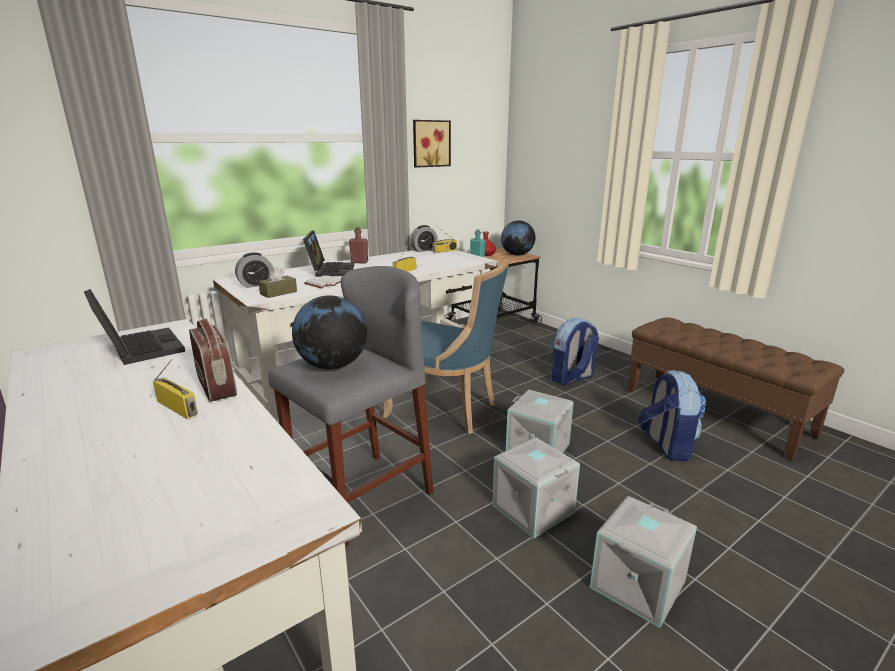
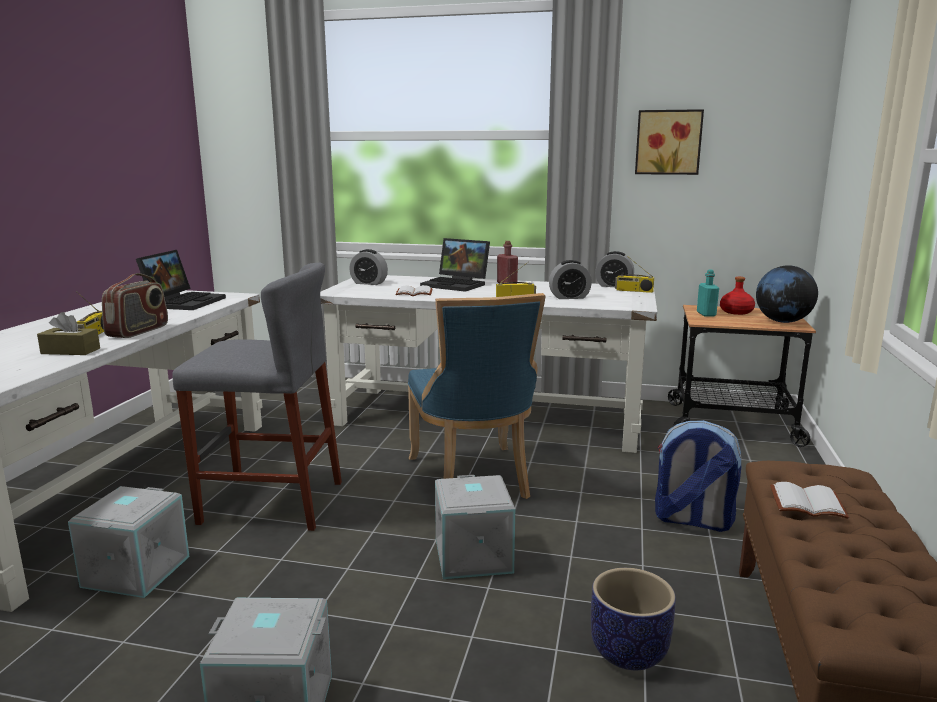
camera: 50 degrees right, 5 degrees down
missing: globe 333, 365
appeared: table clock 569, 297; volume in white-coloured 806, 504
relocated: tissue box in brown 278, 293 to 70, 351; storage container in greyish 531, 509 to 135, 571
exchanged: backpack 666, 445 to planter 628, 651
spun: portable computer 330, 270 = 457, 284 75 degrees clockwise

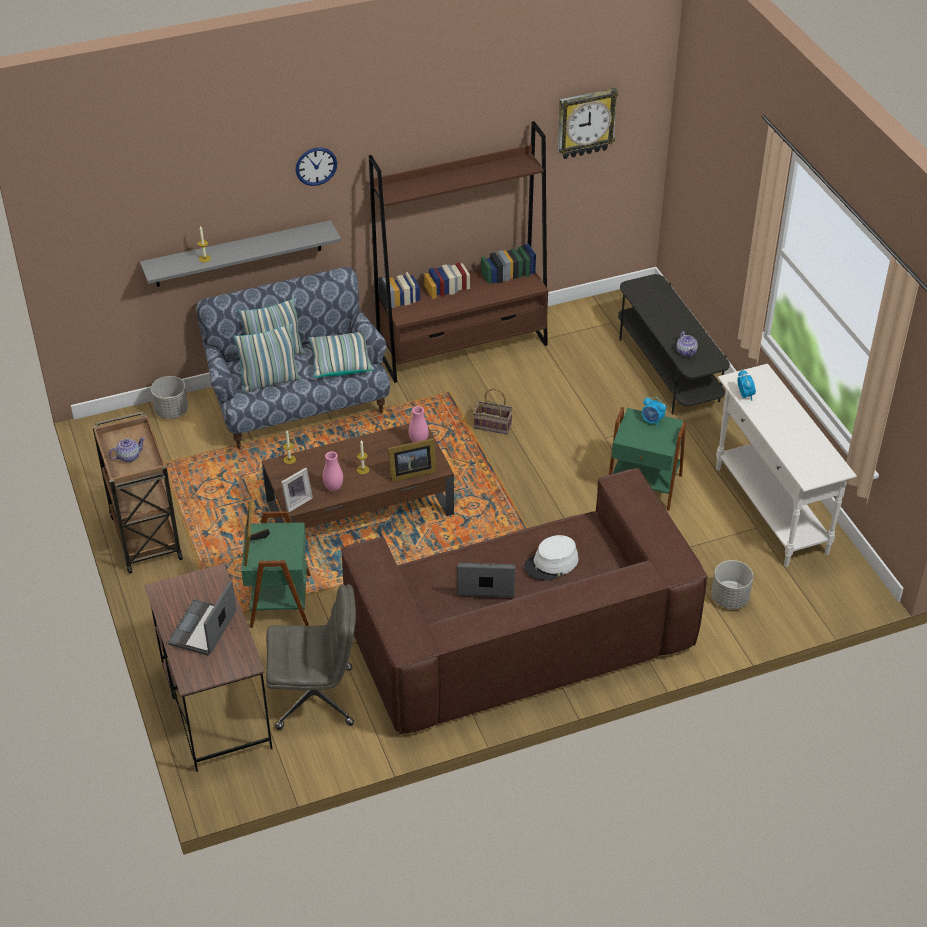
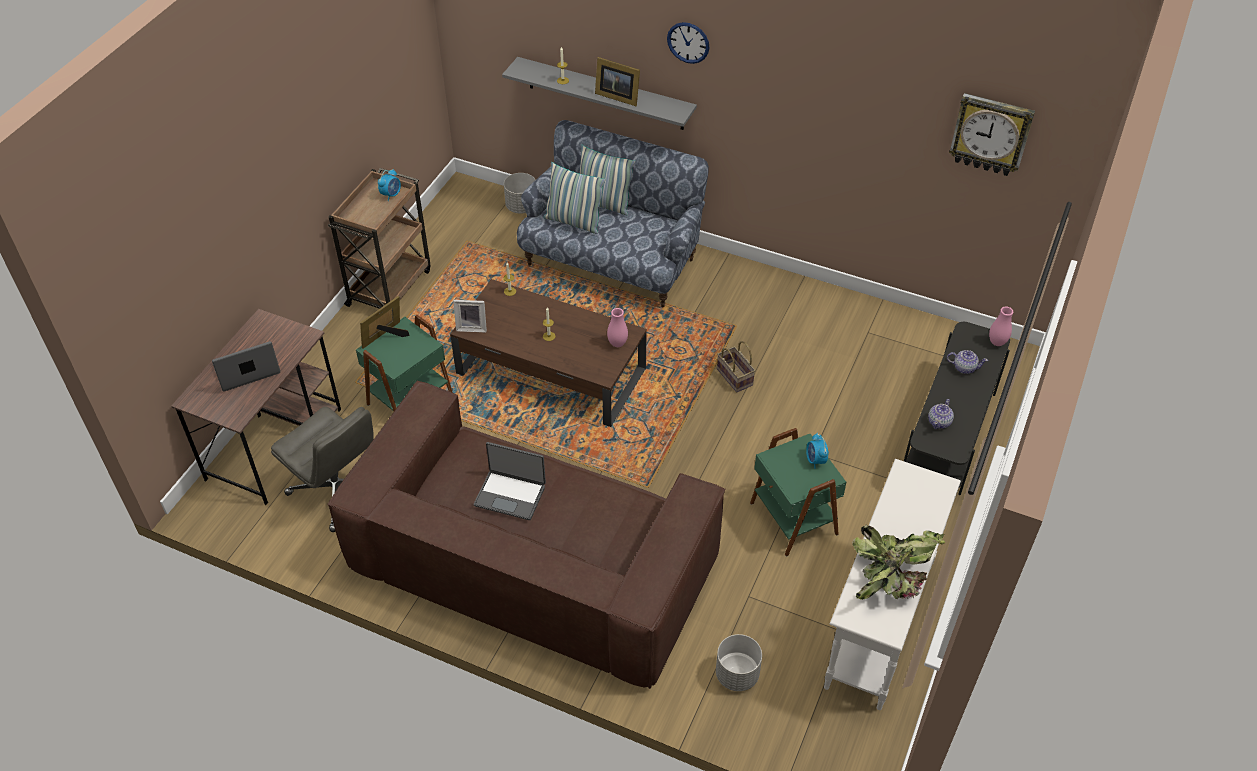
camera: 45 degrees right, 5 degrees up
missing: cushion 340, 363; shelving unit in brown 463, 348; wearable hat in white-coloured 551, 563
appeared: plant in a pot 890, 579
relocated: teapot 128, 457 to 964, 367; decorative vase in pink 333, 488 to 997, 342; picture frame 410, 473 to 617, 96; table clock 745, 395 to 391, 194
spun: portable computer 486, 583 = 510, 495 150 degrees clockwise

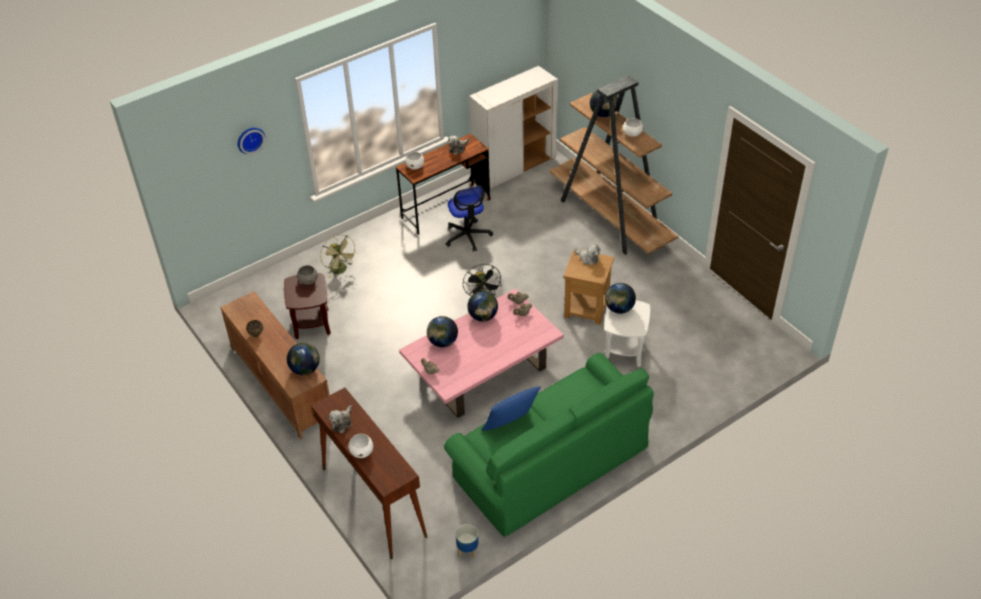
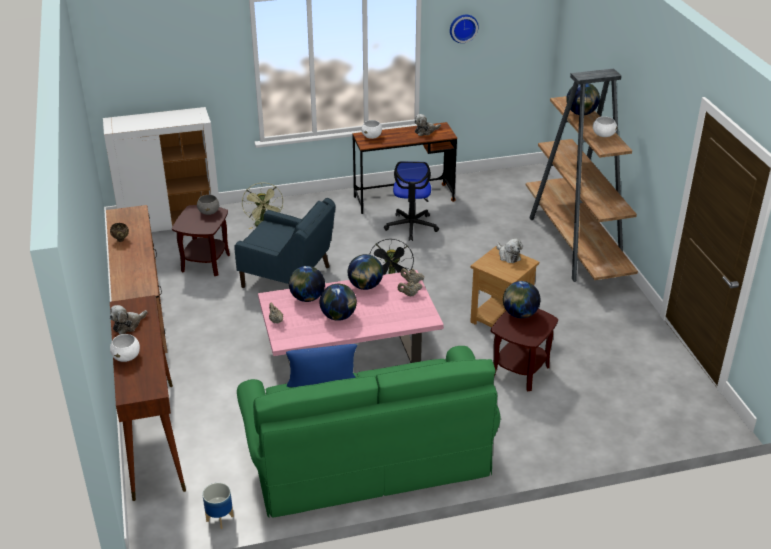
camera: 20 degrees right, 10 degrees down
appeared: lounge chair in blue 288, 278
relocated: hanging clock 250, 139 to 463, 27; globe 305, 369 to 338, 316; storage cabinet in white-coloured 514, 167 to 171, 222
colour: accent table in white-coloured 624, 350 to accent table in brown 519, 371

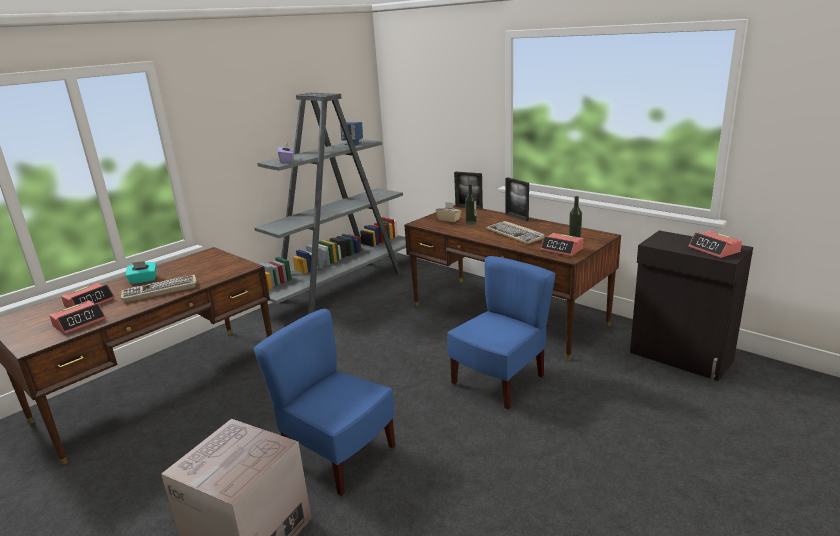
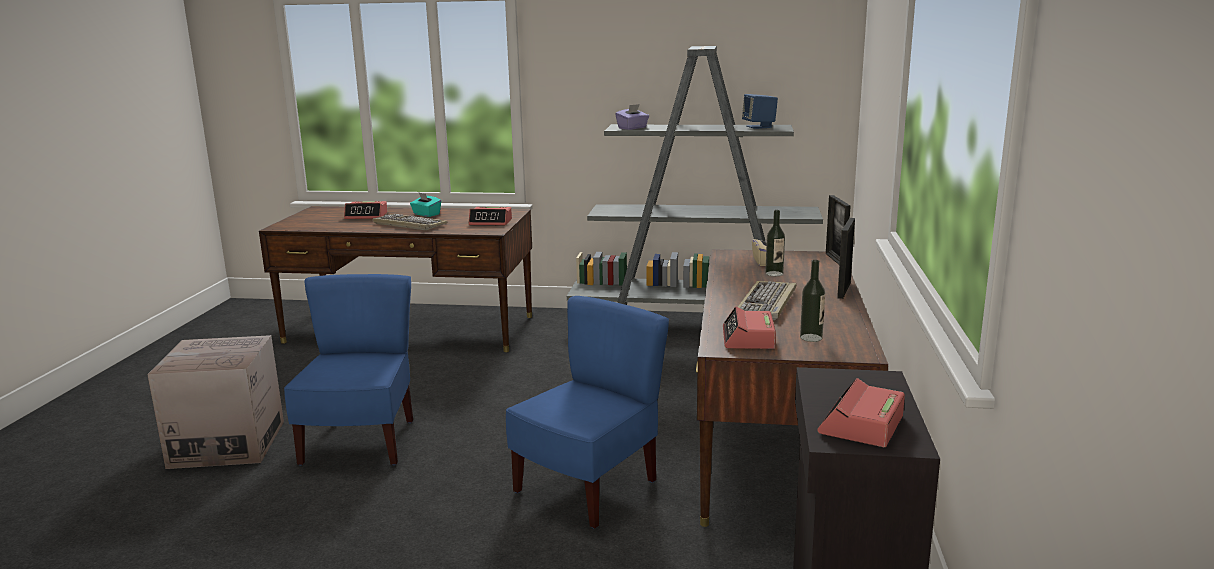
camera: 55 degrees right, 5 degrees down
relocated: table clock 79, 322 to 491, 222
spun: plain chair in blue 499, 380 = 588, 487 60 degrees counterclockwise

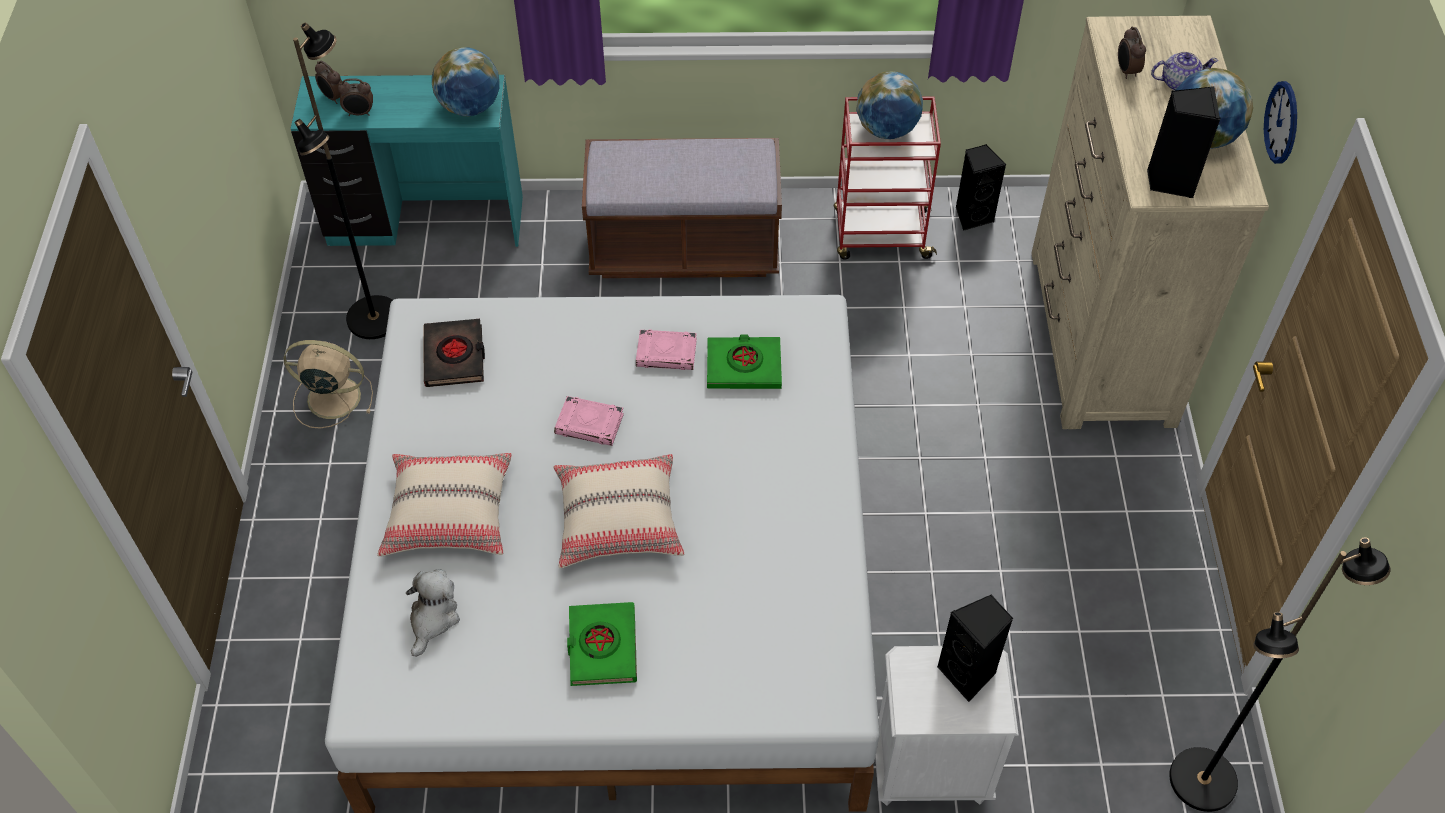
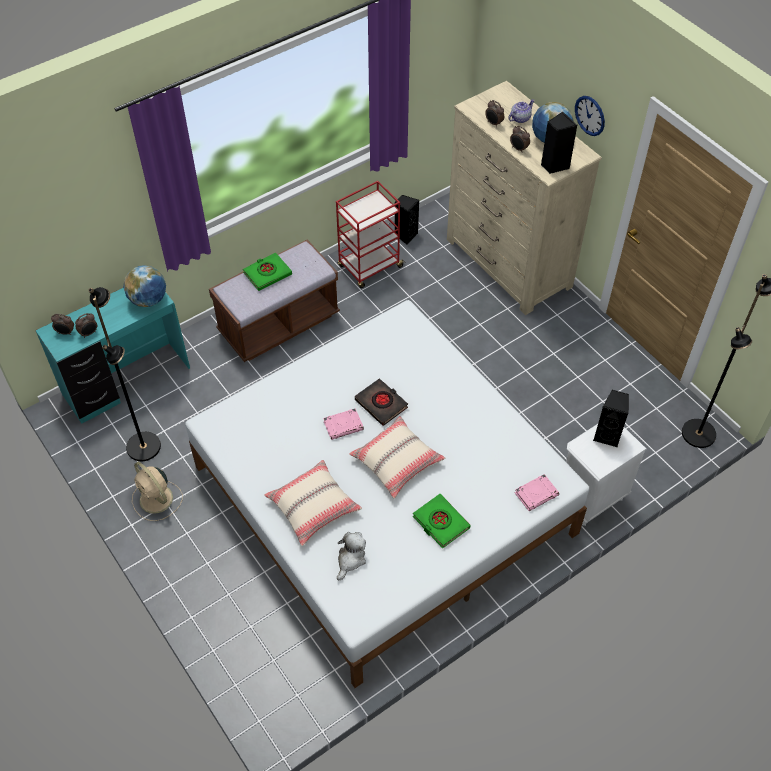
camera: 35 degrees left, 0 degrees up
missing: globe 887, 130
appeared: table clock 518, 149
relocated: volume in black-coloured 455, 357 to 381, 404; volume in pink 667, 353 to 536, 494; volume in green 744, 367 to 267, 274
spun: cooling fan in sand-coloured 331, 397 = 157, 500 105 degrees counterclockwise; plush toy 433, 618 = 350, 559 45 degrees clockwise

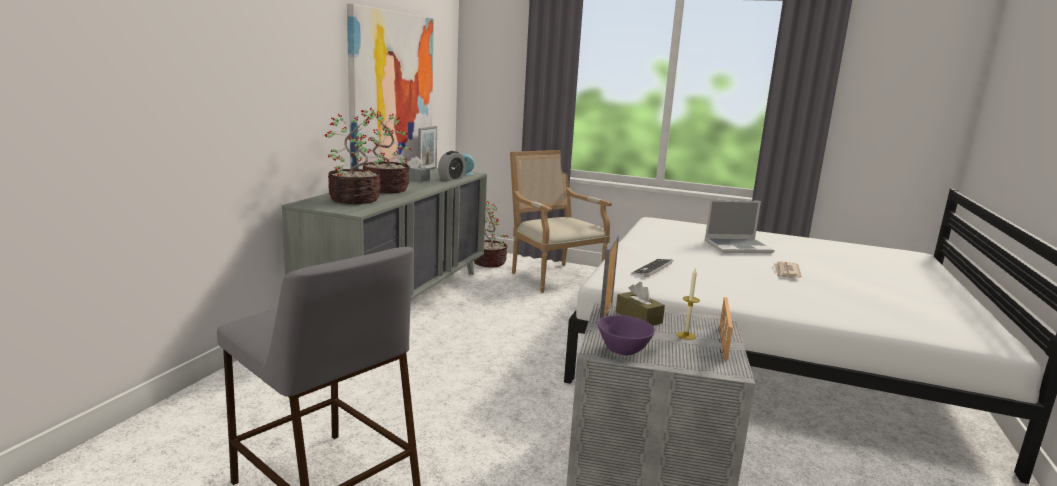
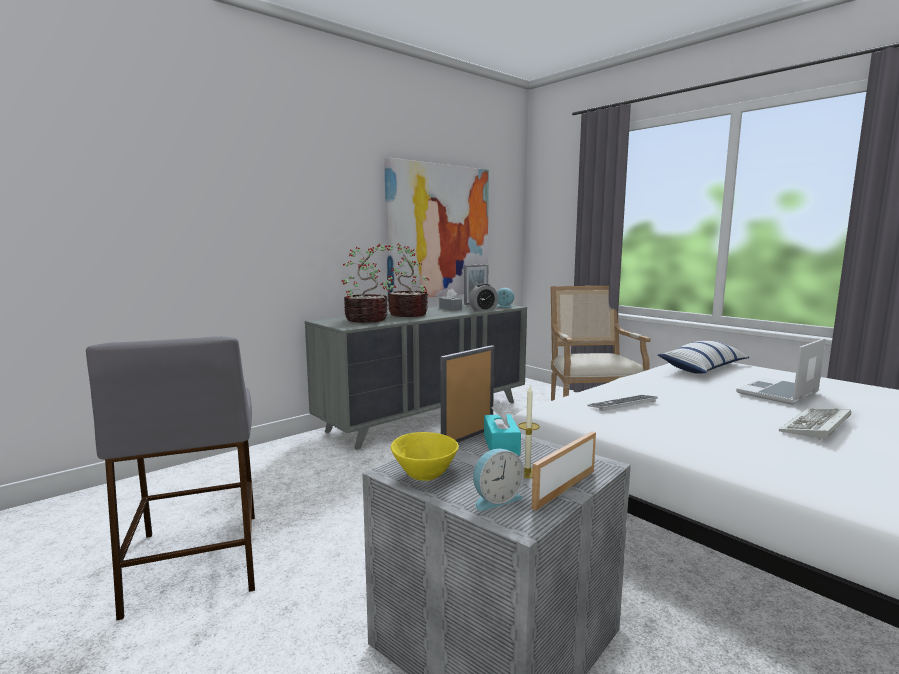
camera: 30 degrees right, 5 degrees down
missing: plant in a pot 488, 262
appeared: table clock 495, 499; cushion 703, 368
exchanged: daily paper 786, 272 to keyboard 816, 427
colour: bowl in purple-coloured 623, 351 to bowl in yellowish 423, 475; tissue box in brown 638, 317 to tissue box in blue-green 501, 445
spun: portable computer 738, 247 = 778, 393 120 degrees clockwise

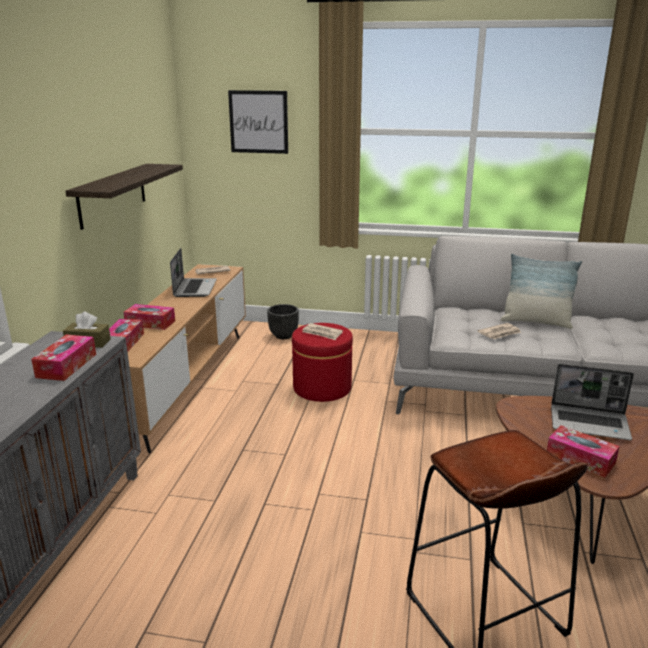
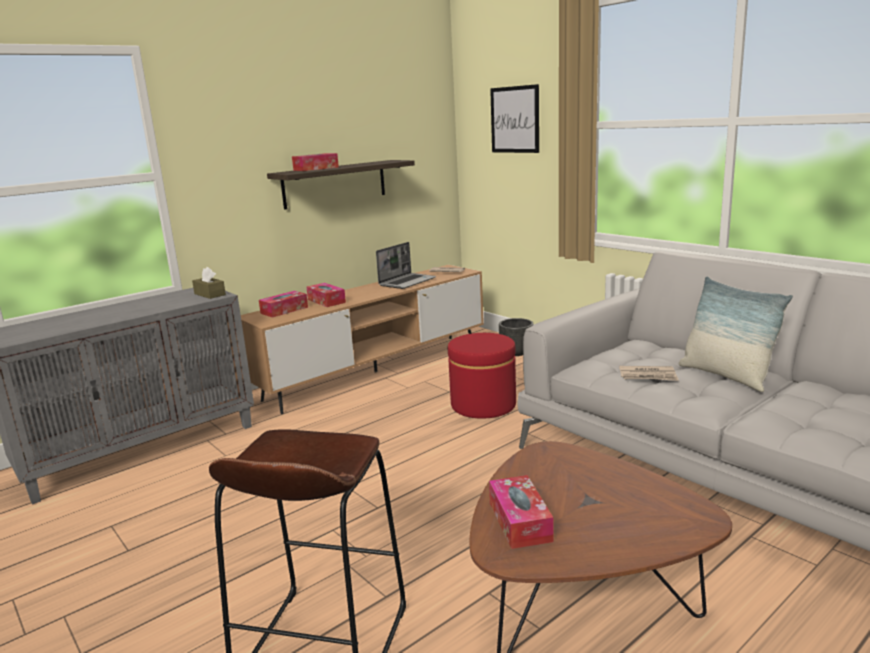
camera: 40 degrees right, 5 degrees down
missing: daily paper 322, 333; portable computer 590, 423
relocated: tissue box 66, 365 to 316, 169

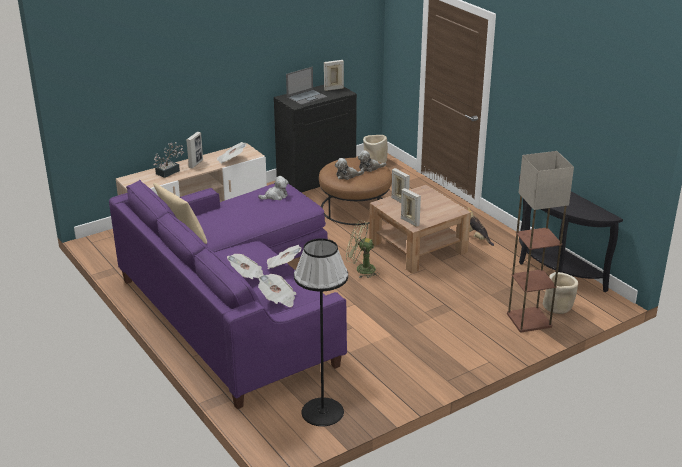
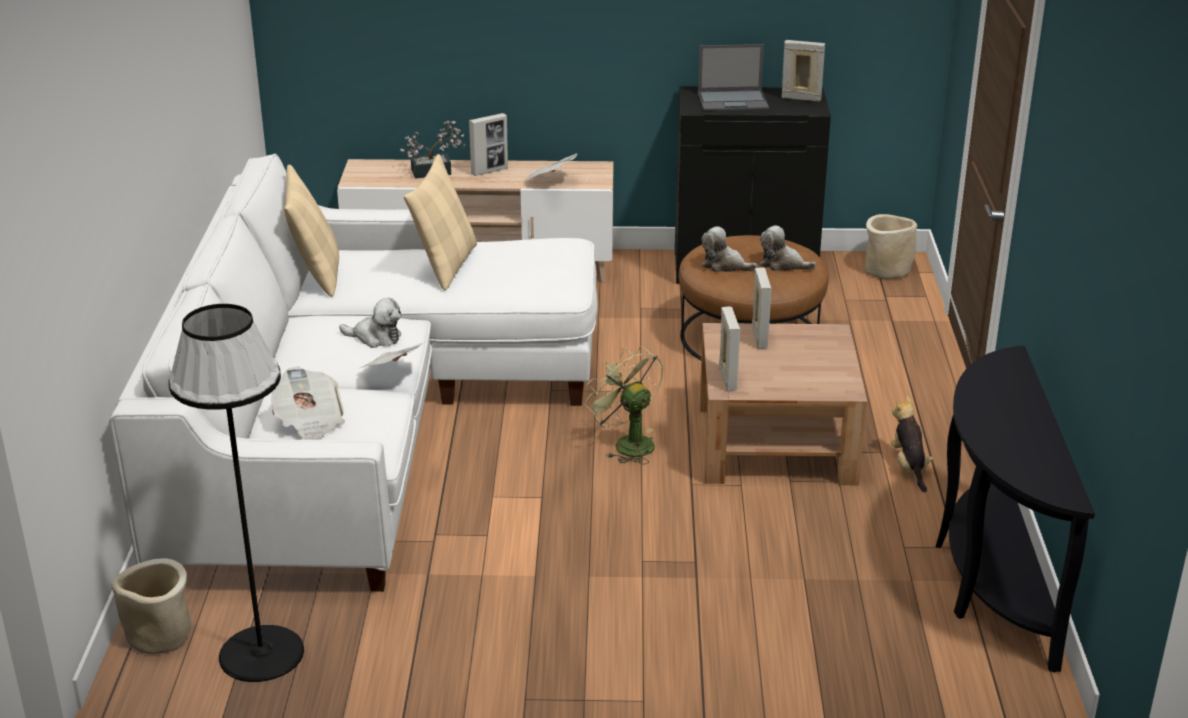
camera: 35 degrees right, 0 degrees up
missing: daily paper 247, 276; standing lamp 529, 319
appeared: cushion in sand-coloured 445, 265
relocated: plush toy 275, 196 to 375, 337; planter in sand-coloured 557, 307 to 159, 636
colour: couch in purple-coloured 238, 305 to couch in white-coloured 362, 427

